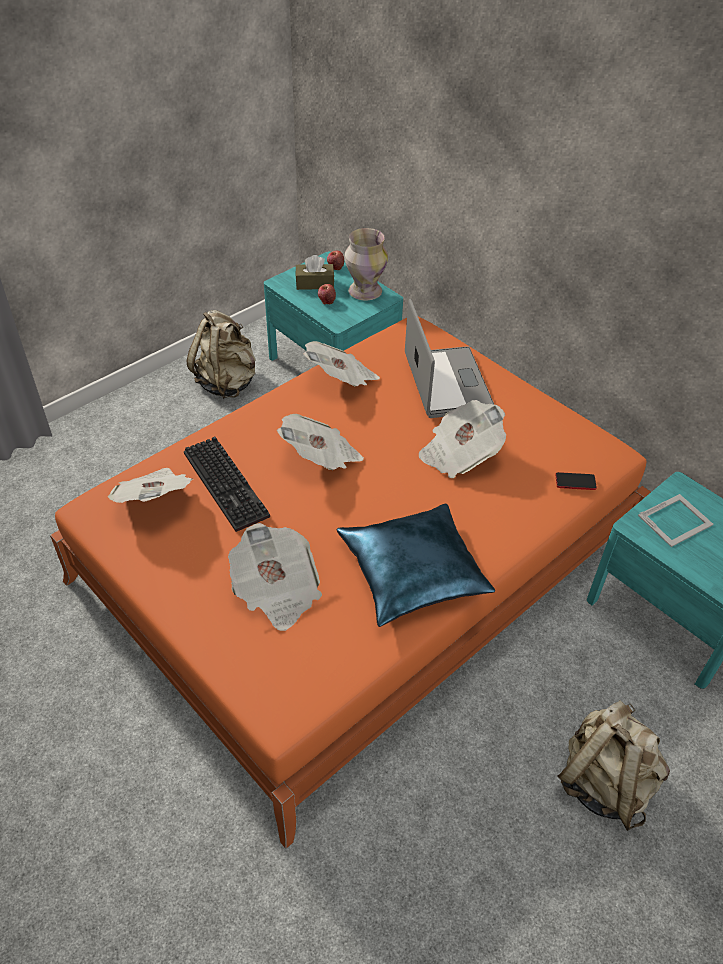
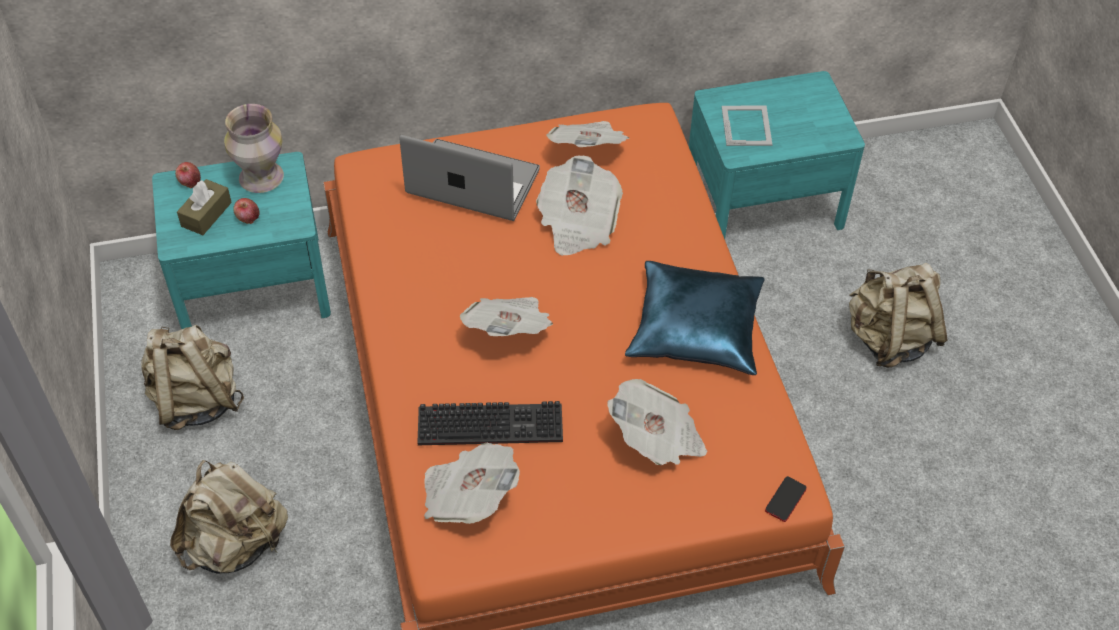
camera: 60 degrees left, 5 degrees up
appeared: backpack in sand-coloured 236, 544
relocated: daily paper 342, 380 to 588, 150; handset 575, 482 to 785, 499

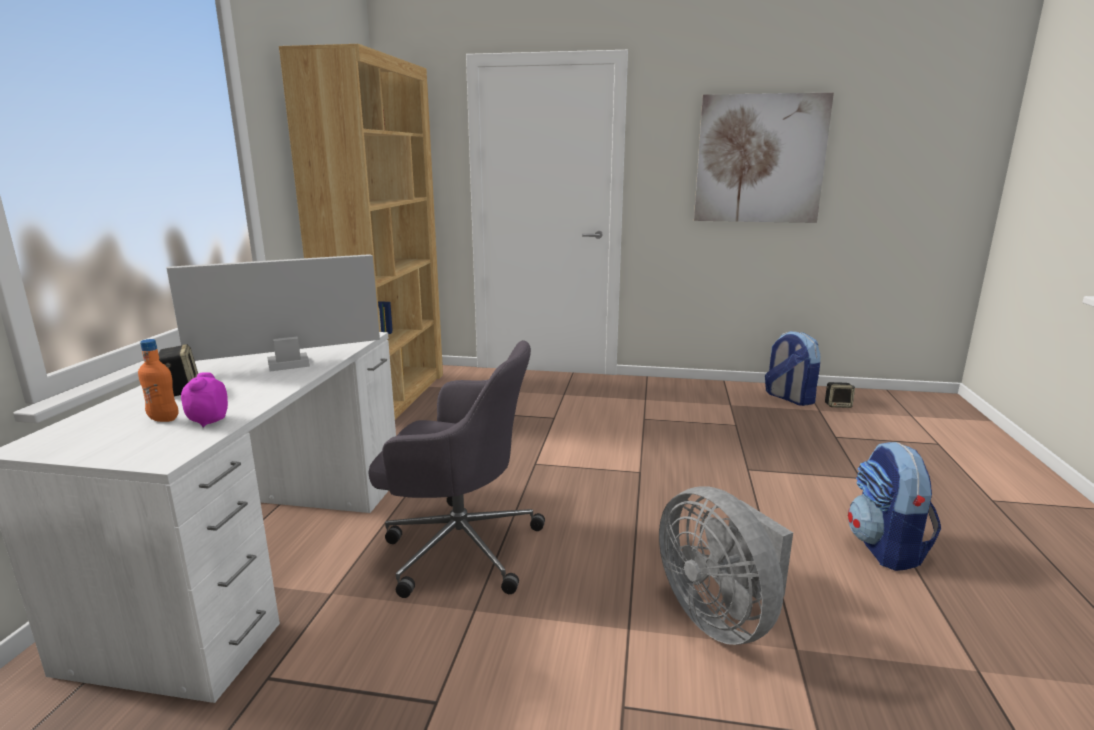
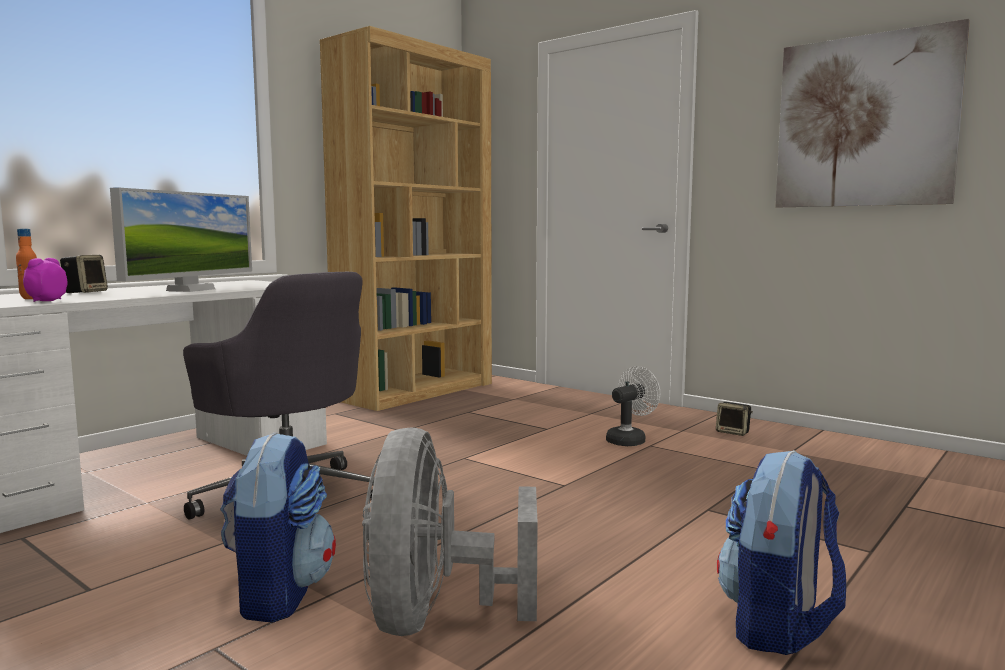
camera: 30 degrees right, 10 degrees down
appeared: cooling fan in white-coloured 629, 440
relocated: backpack 788, 398 to 278, 593; audio speaker 838, 405 to 733, 432
spun: computer display 288, 364 = 191, 290 105 degrees clockwise

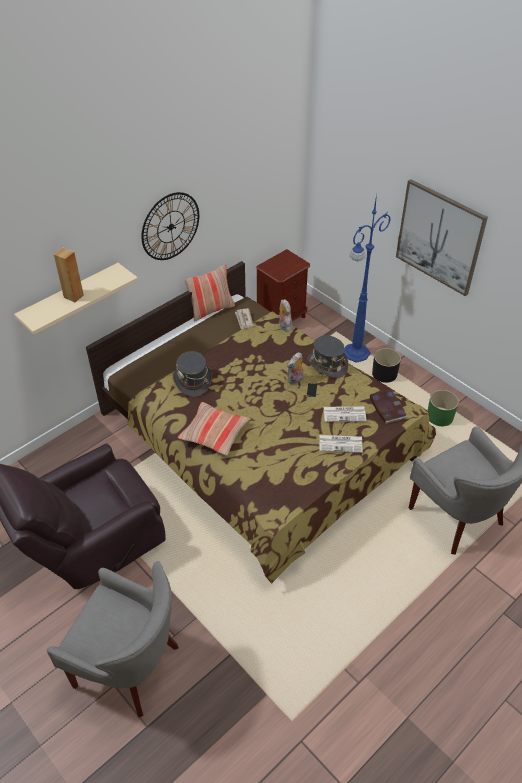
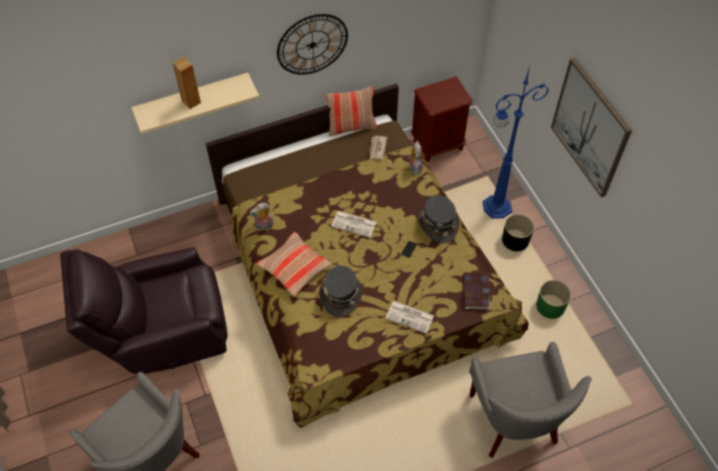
camera: 20 degrees right, 10 degrees up
relocated: wearable hat in greyish 193, 381 to 341, 295; plush toy 295, 380 to 264, 226; daily paper 345, 414 to 354, 224

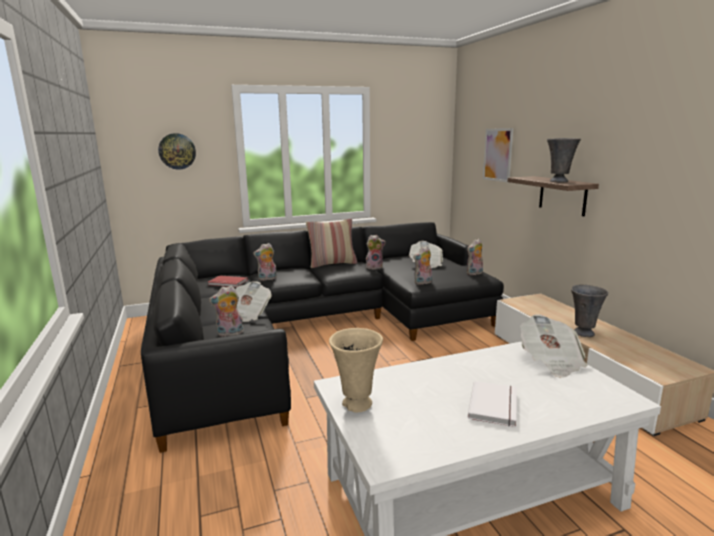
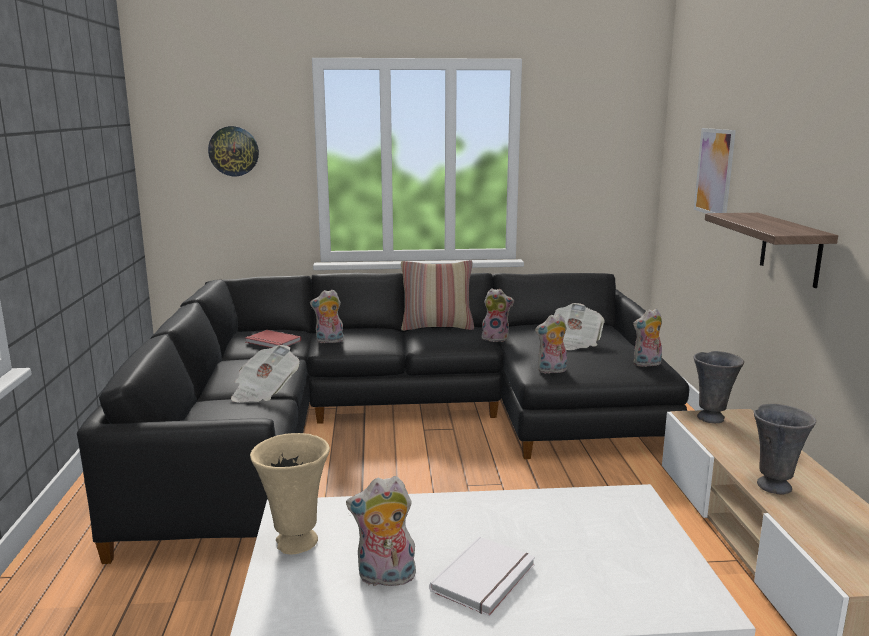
camera: 15 degrees right, 0 degrees up
missing: daily paper 551, 361
relocated: plush toy 229, 334 to 385, 578; decorative vase in greyish 559, 181 to 712, 418

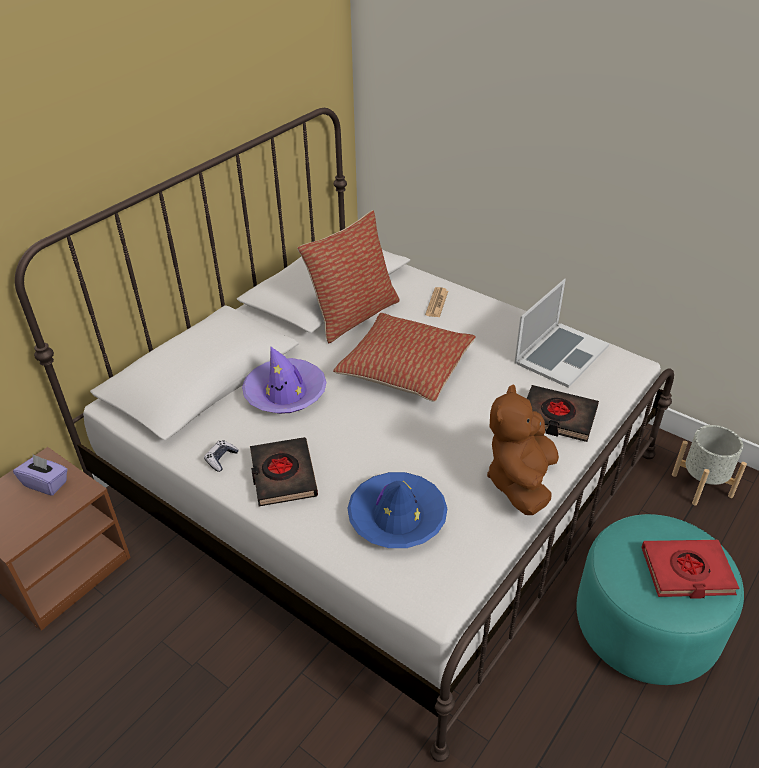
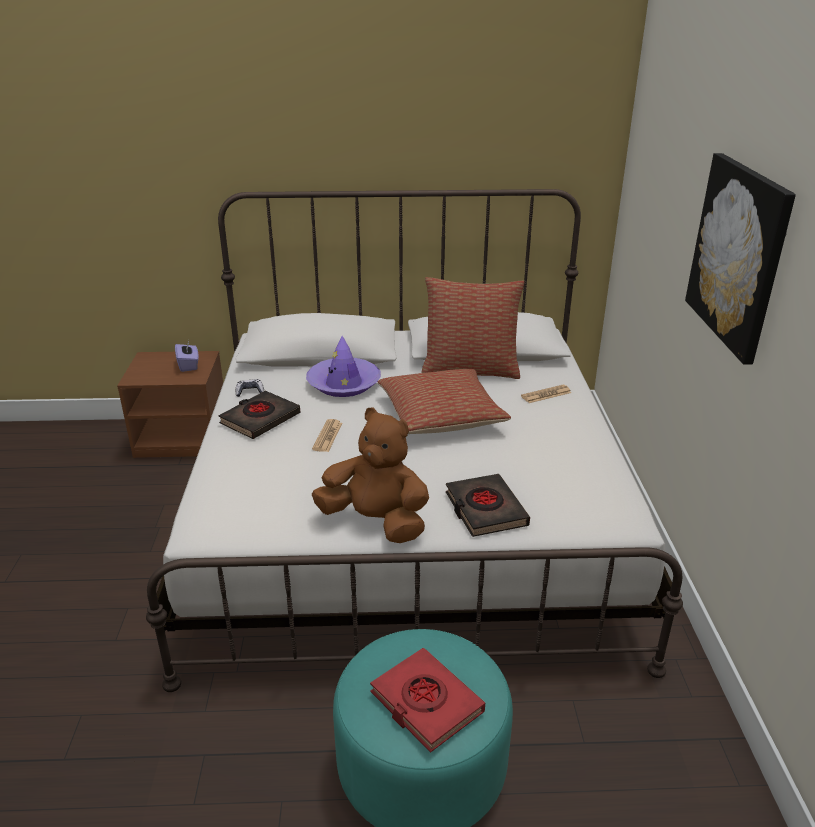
camera: 50 degrees right, 10 degrees down
missing: wearable hat in blue 397, 517; portable computer 561, 354; planter in greyish 701, 485
appeared: daily paper 327, 436; wall picture 738, 254
spun: plush toy in brown 520, 482 = 376, 522 45 degrees clockwise

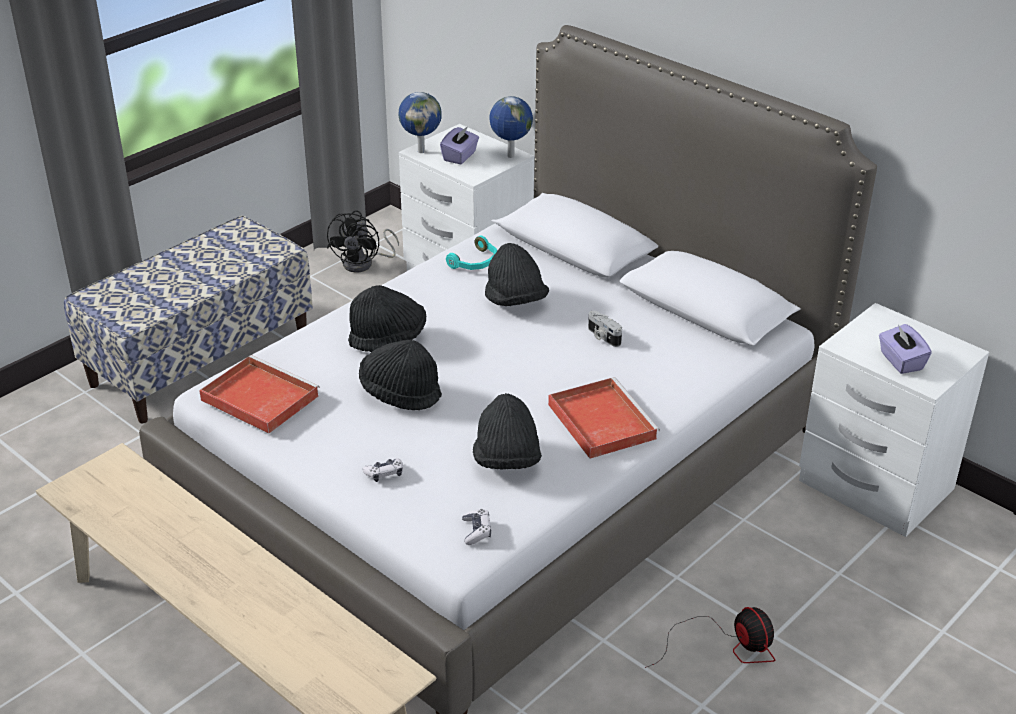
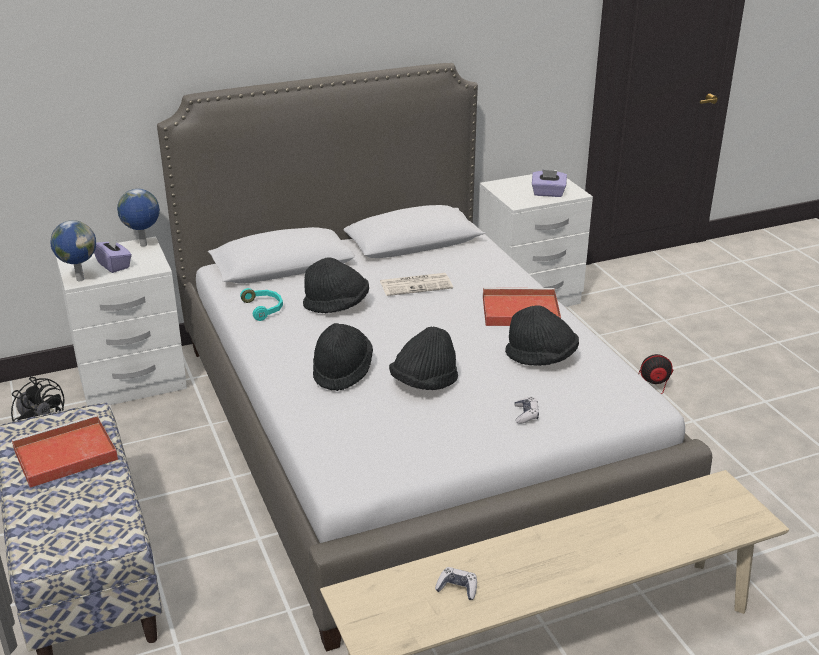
camera: 65 degrees left, 5 degrees down
relocated: carrying tray in red-coloured 257, 397 to 63, 455; gamepad 476, 531 to 457, 588
exchanged: photo camera 602, 337 to daily paper 416, 285

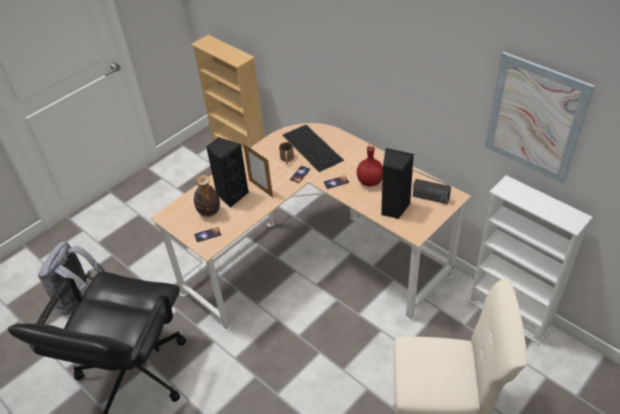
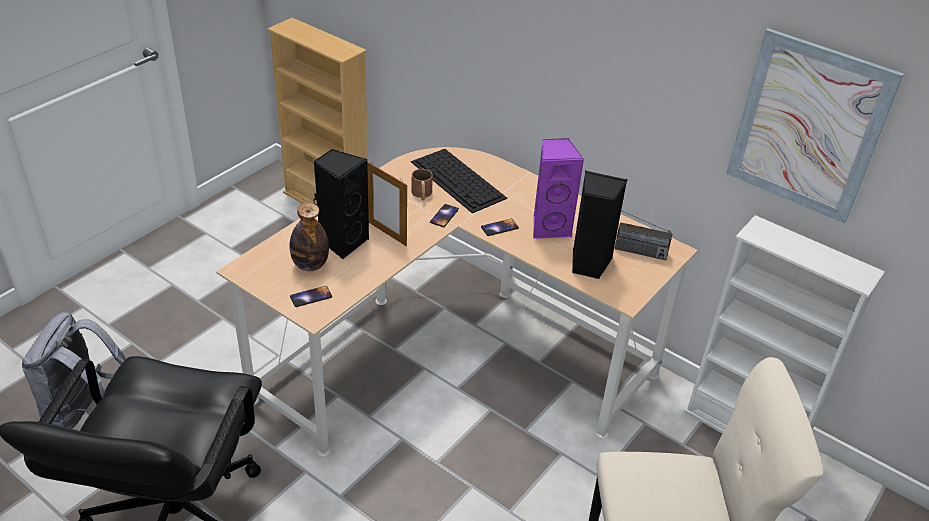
camera: 10 degrees left, 5 degrees down
exchanged: bottle in red-coloured 370, 181 to audio speaker in purple-coloured 549, 227

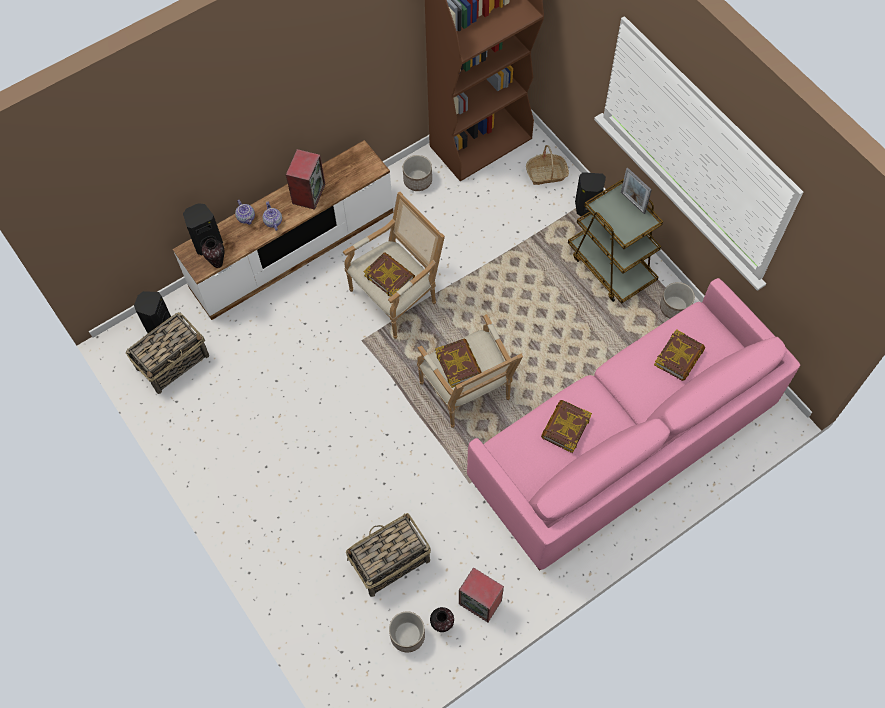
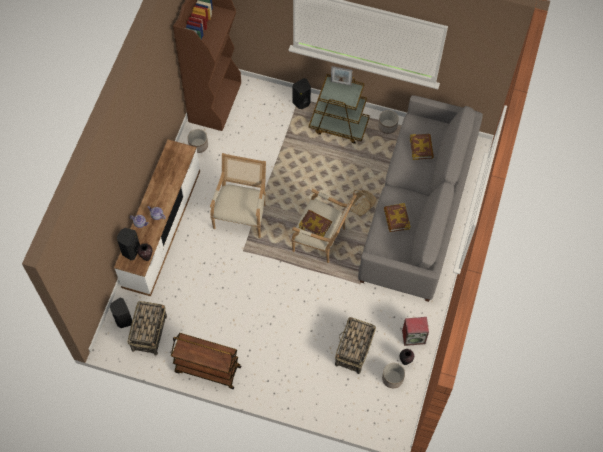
camera: 40 degrees left, 0 degrees up
missing: audio speaker 308, 193; volume 389, 276
appeared: wheeled cart in brown 207, 369
relocated: household basket 546, 174 to 361, 205
colour: couch in pink 622, 443 to couch in greyish 417, 212

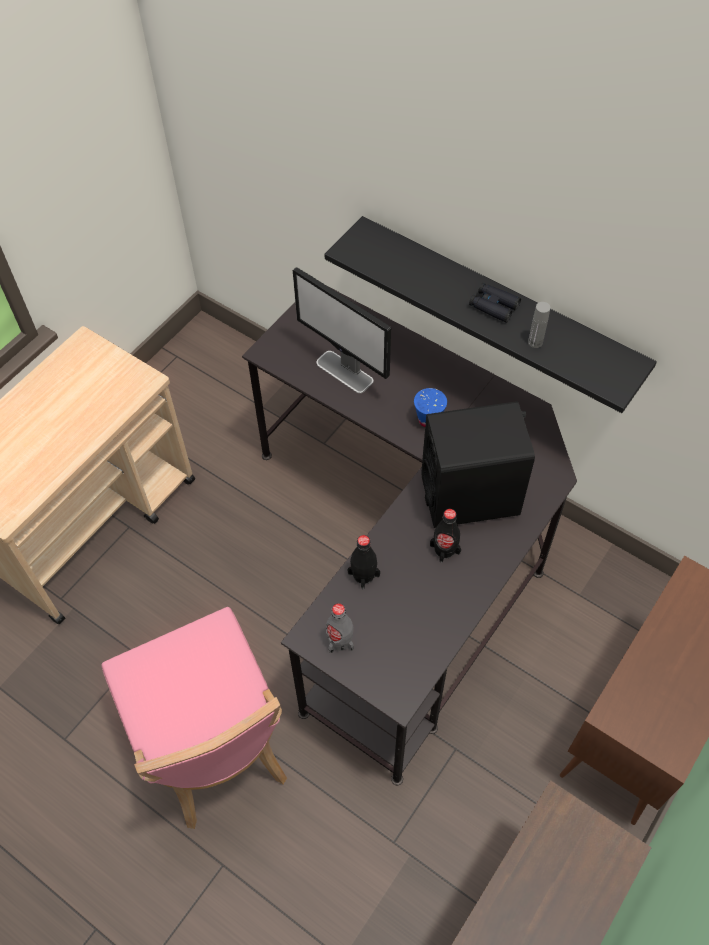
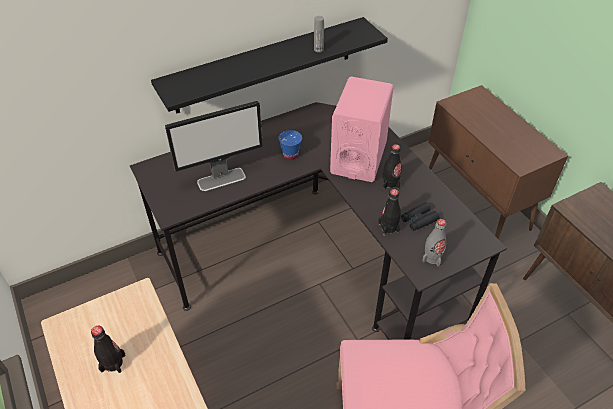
camera: 65 degrees left, 10 degrees down
appeared: bottle in black-coloured 113, 363
relocated: pair of binoculars in black-coloured 493, 306 to 419, 220
colour: audio speaker in black-coloured 470, 495 to audio speaker in pink 358, 157

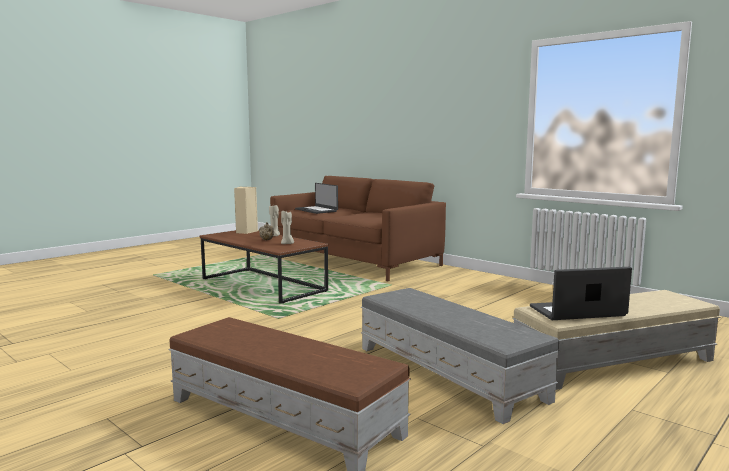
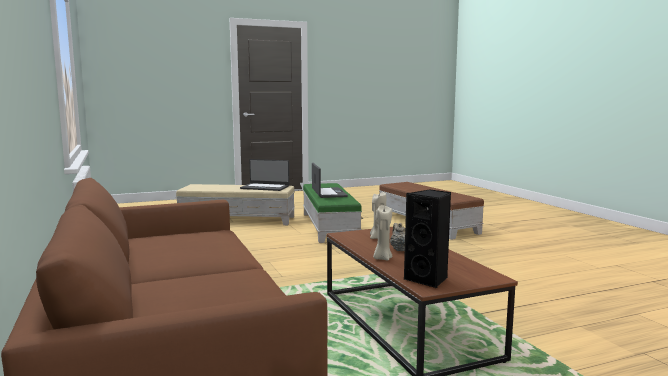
camera: 155 degrees left, 0 degrees up
relocated: portable computer 316, 210 to 328, 193
colour: audio speaker in sand-coloured 245, 232 to audio speaker in black-coloured 428, 279; pouffe in greyish 448, 373 to pouffe in green 329, 226

